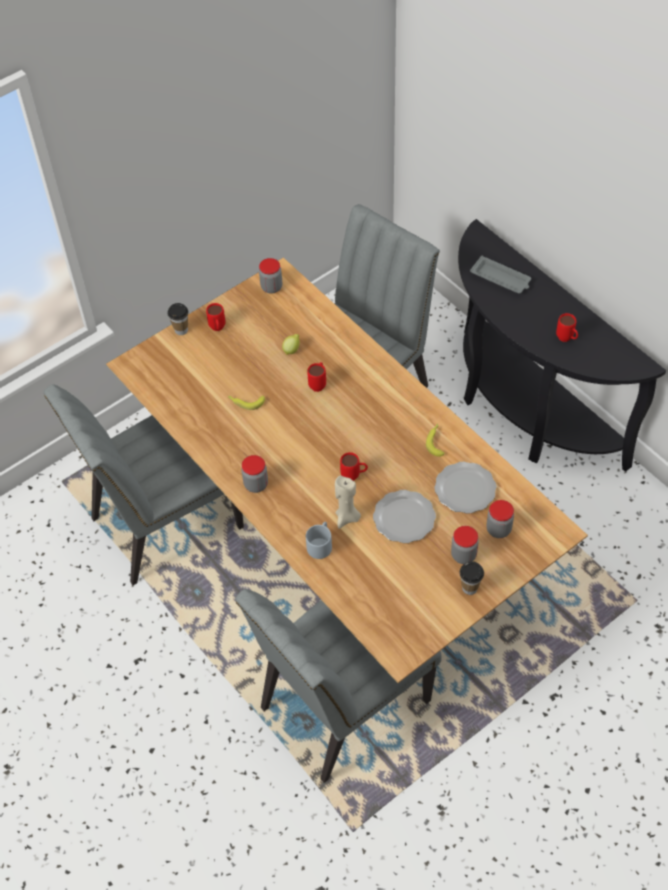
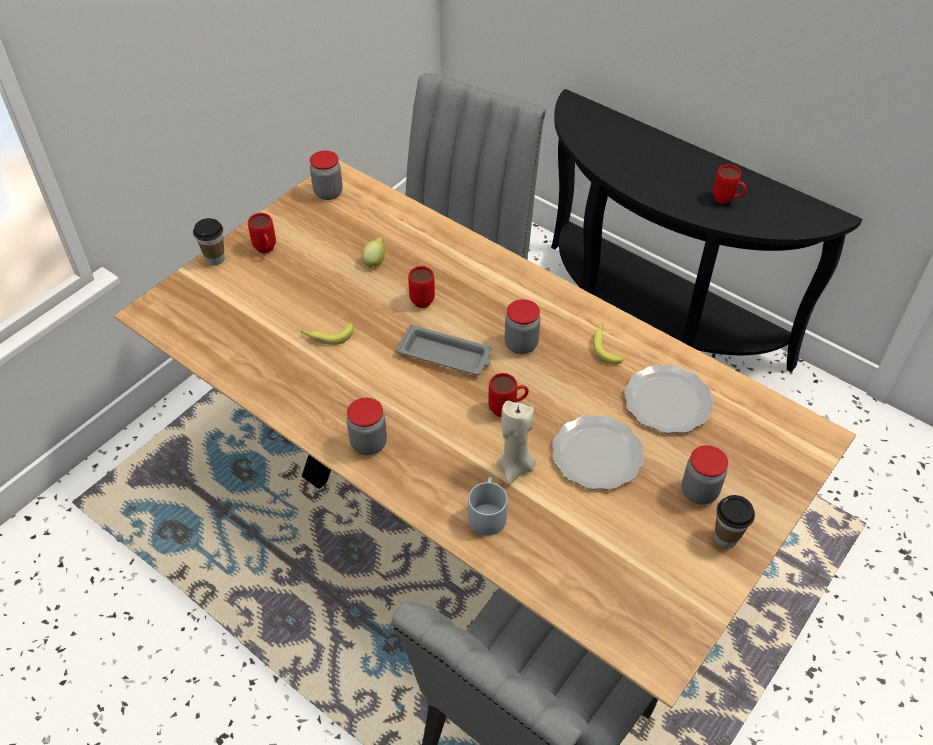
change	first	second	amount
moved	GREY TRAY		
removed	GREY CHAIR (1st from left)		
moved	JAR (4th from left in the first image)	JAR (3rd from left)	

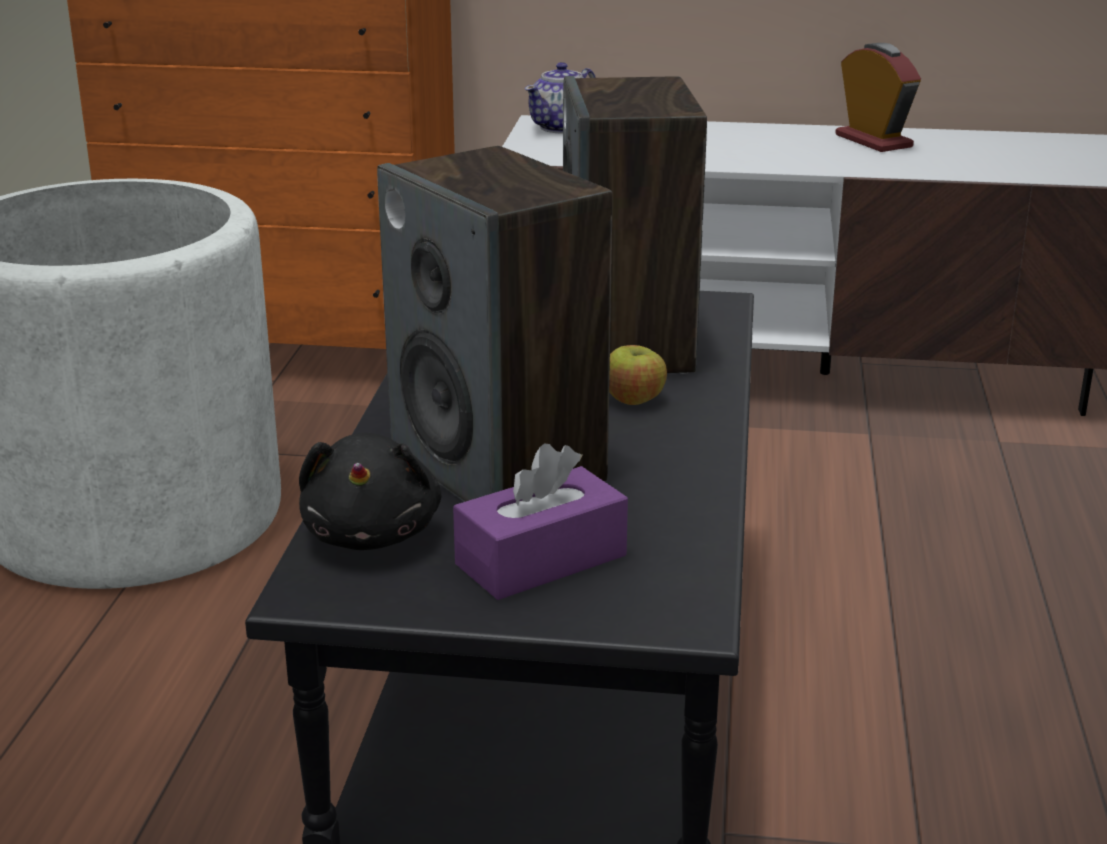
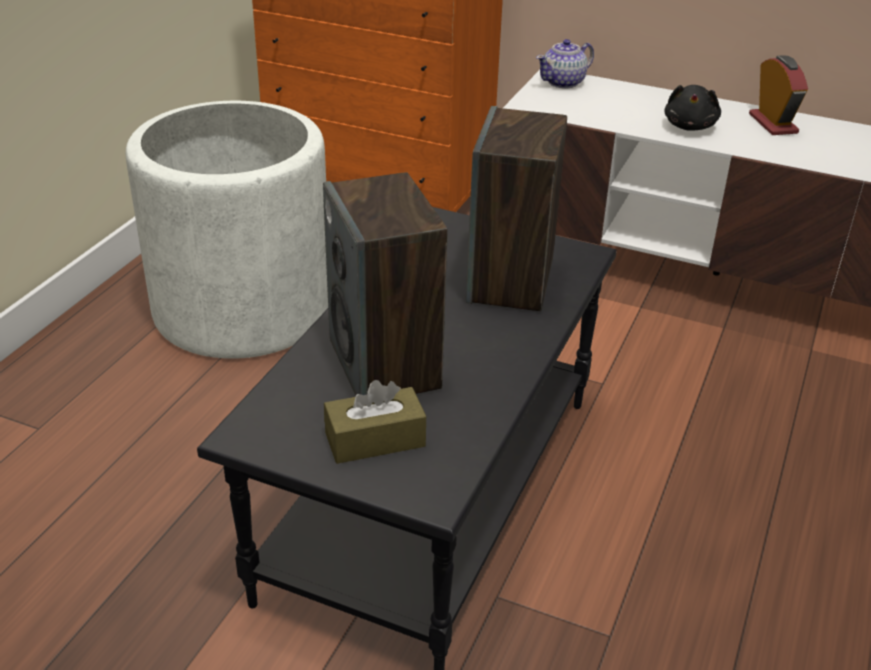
change	first	second	amount
removed	APPLE		
moved	BLACK PLUSH TOY		
recoloured	PURPLE TISSUE BOX	BROWN TISSUE BOX	

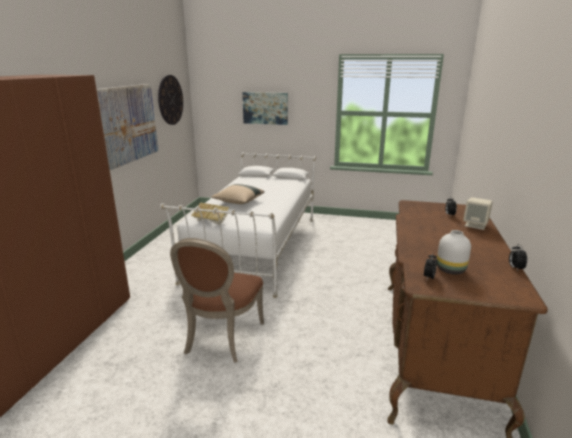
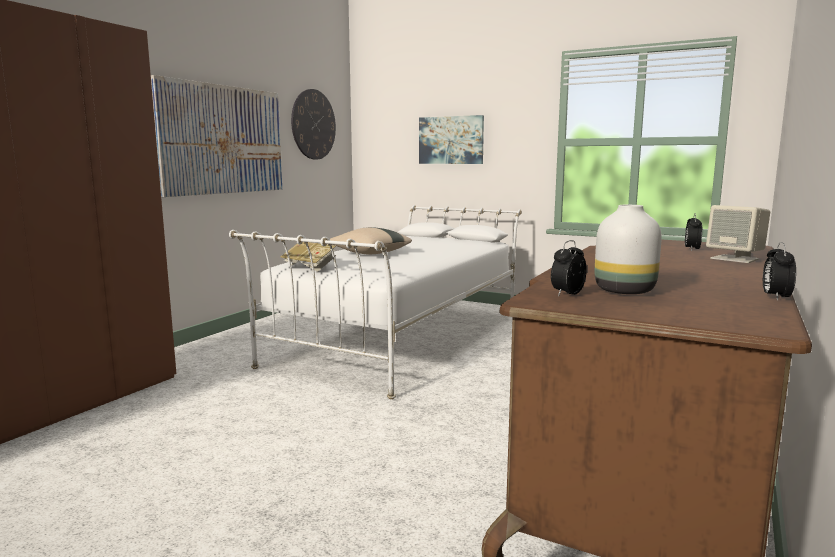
change	first	second	amount
removed	BROWN CHAIR		

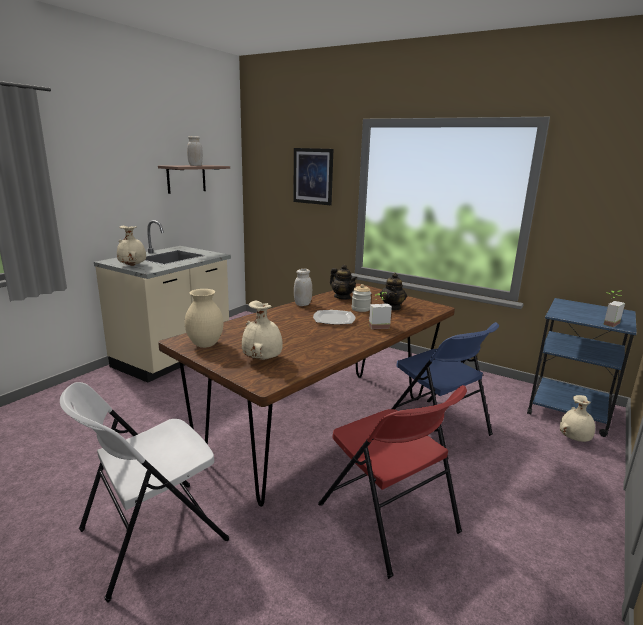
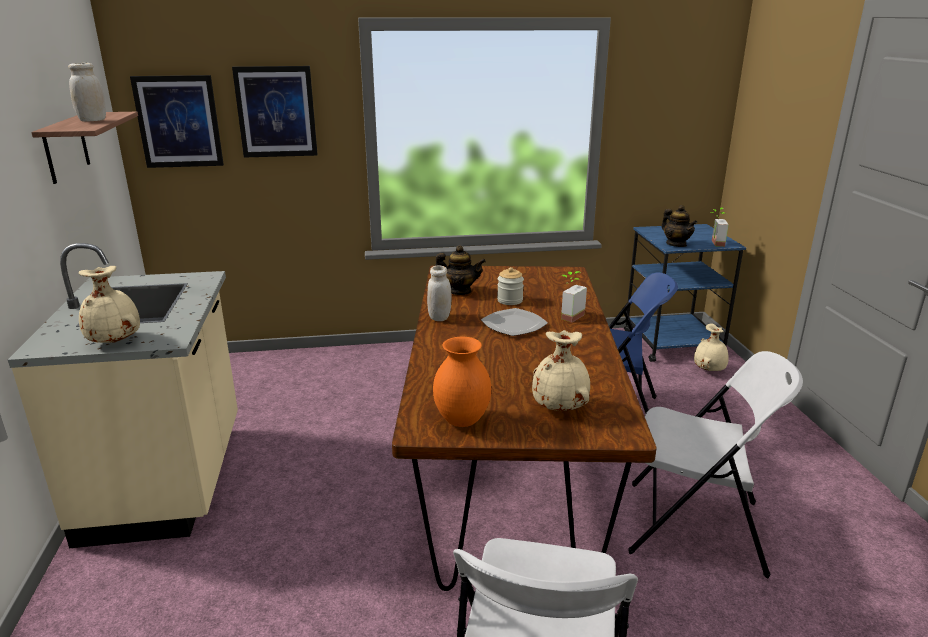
change	first	second	amount
moved	TEAPOT (2nd from left)		
recoloured	BEIGE VASE (2nd from left)	ORANGE VASE	
recoloured	RED CHAIR	WHITE CHAIR (2nd from left)	
added		PICTURE (1st from left)	

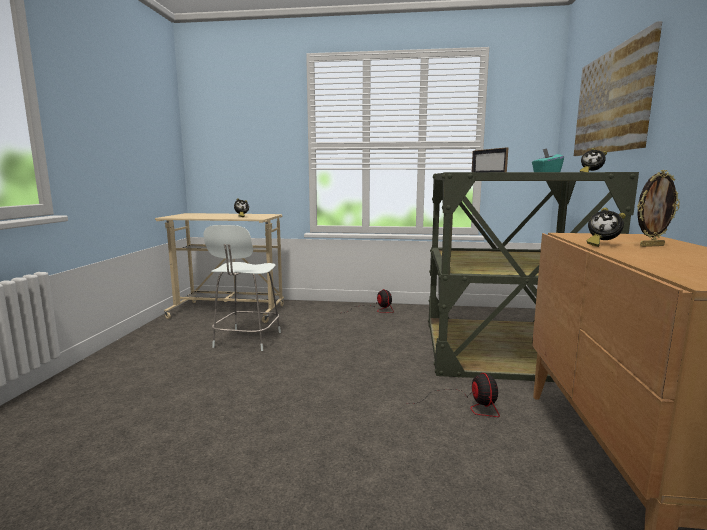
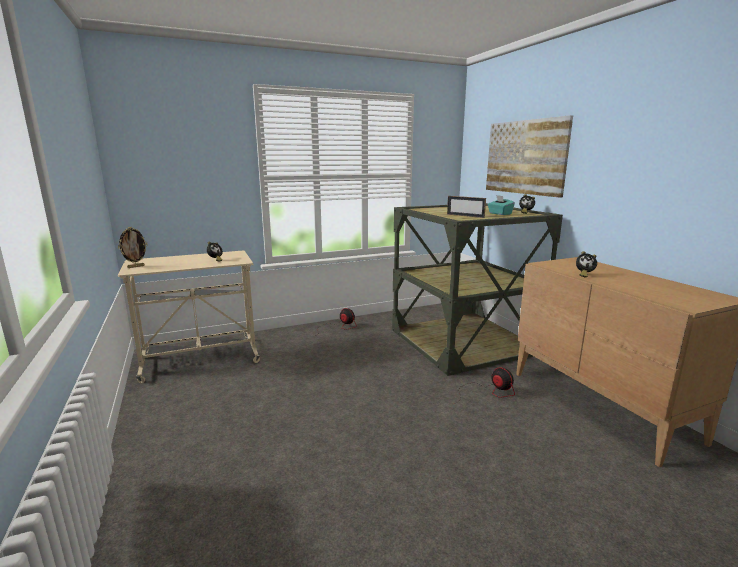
change	first	second	amount
moved	PICTURE FRAME (2nd from left in the first image)	PICTURE FRAME (1st from left)	
removed	WHITE CHAIR		

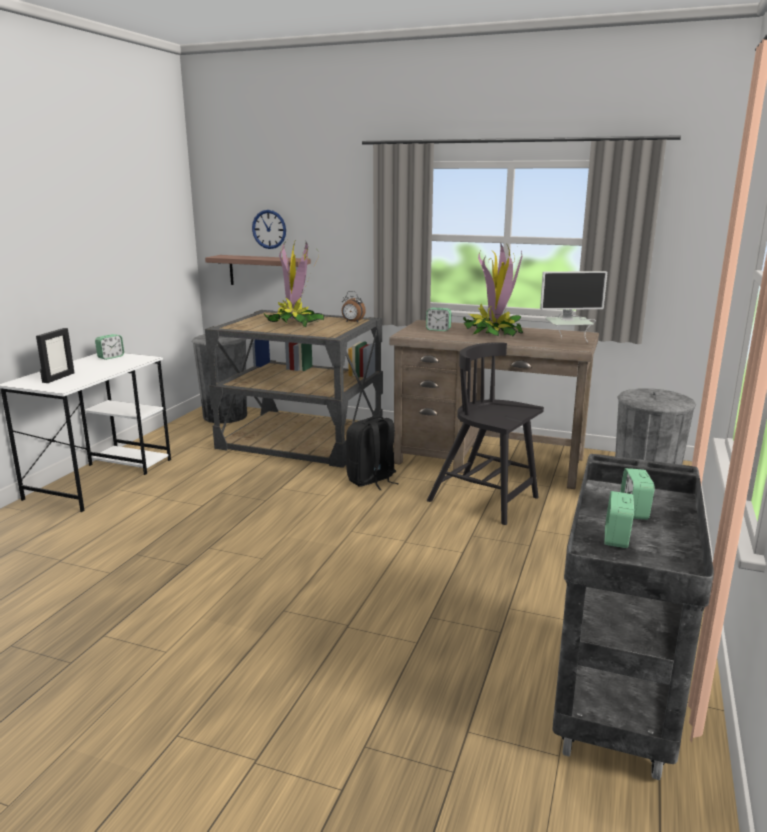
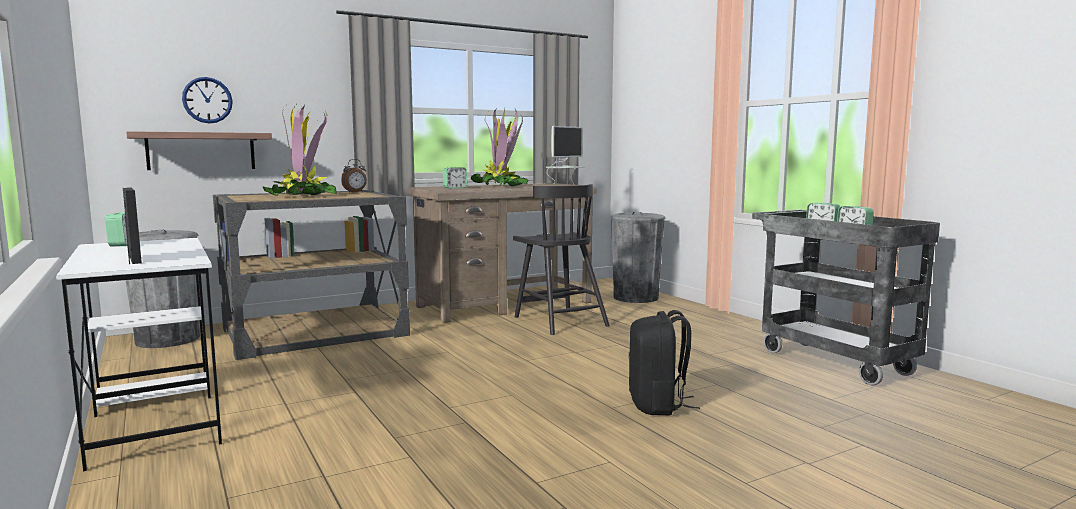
change	first	second	amount
turned	BLACK CHAIR		105 degrees counterclockwise
moved	BLACK BACKPACK		

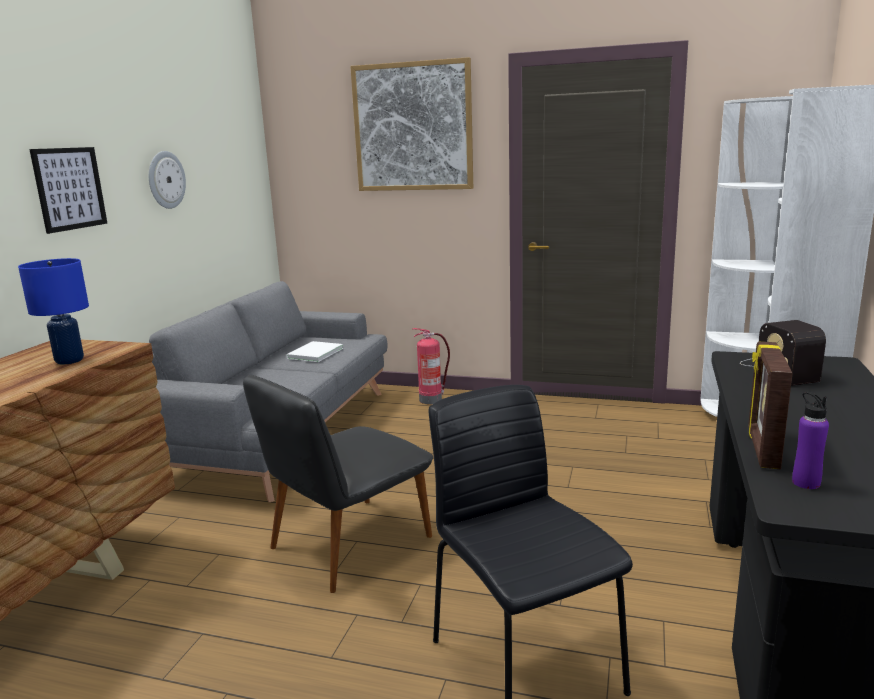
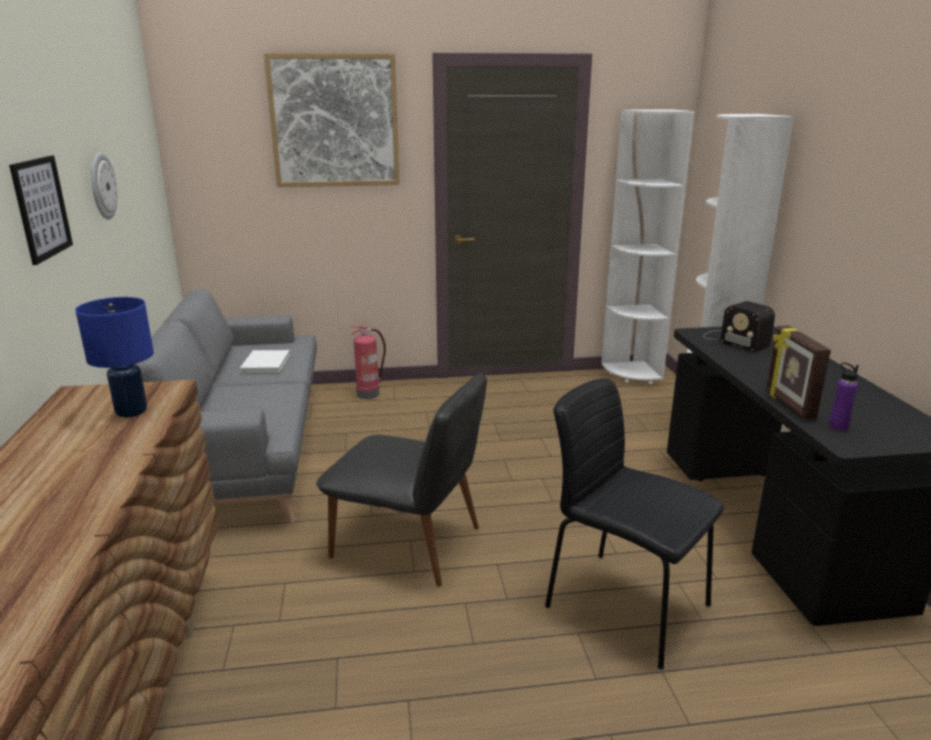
change	first	second	amount
turned	BLACK CHAIR (1st from left)		90 degrees counterclockwise

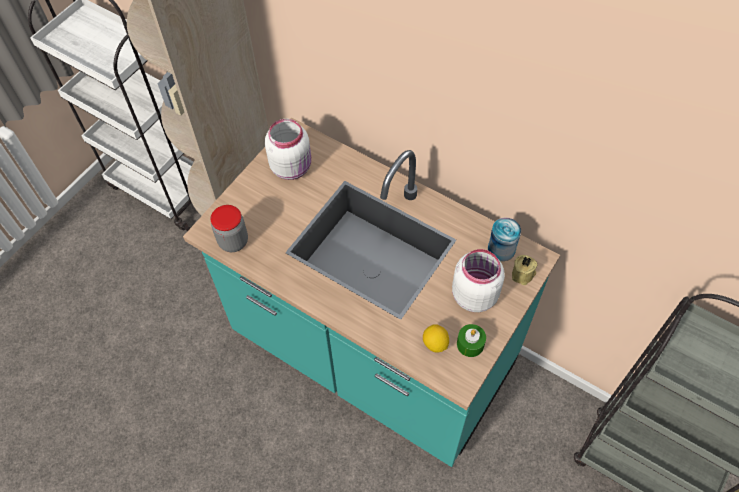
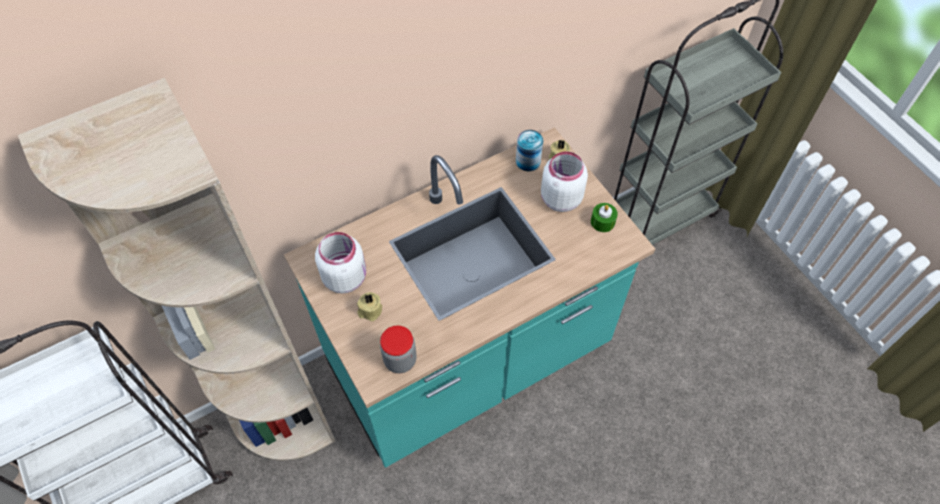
change	first	second	amount
removed	LEMON		
added		BEIGE CANDLE (1st from left)	

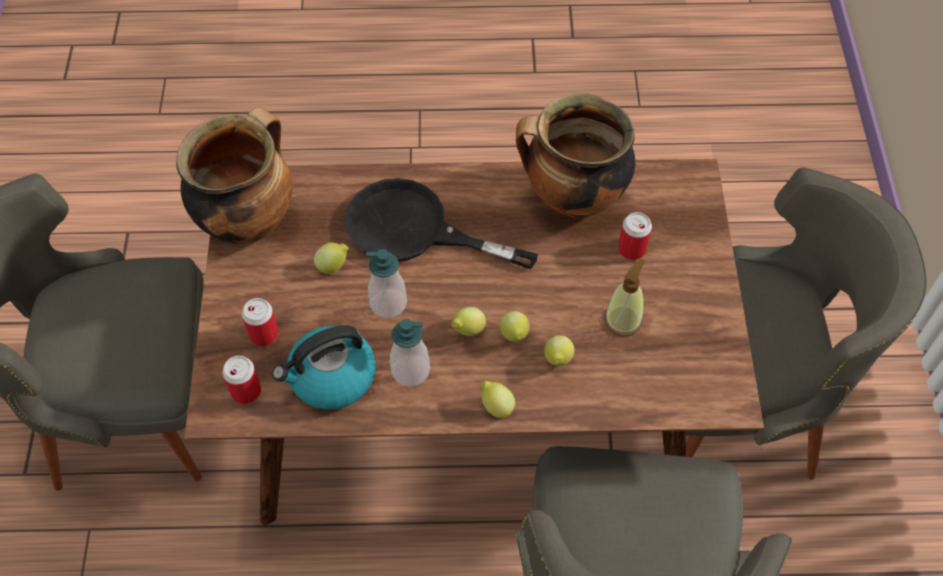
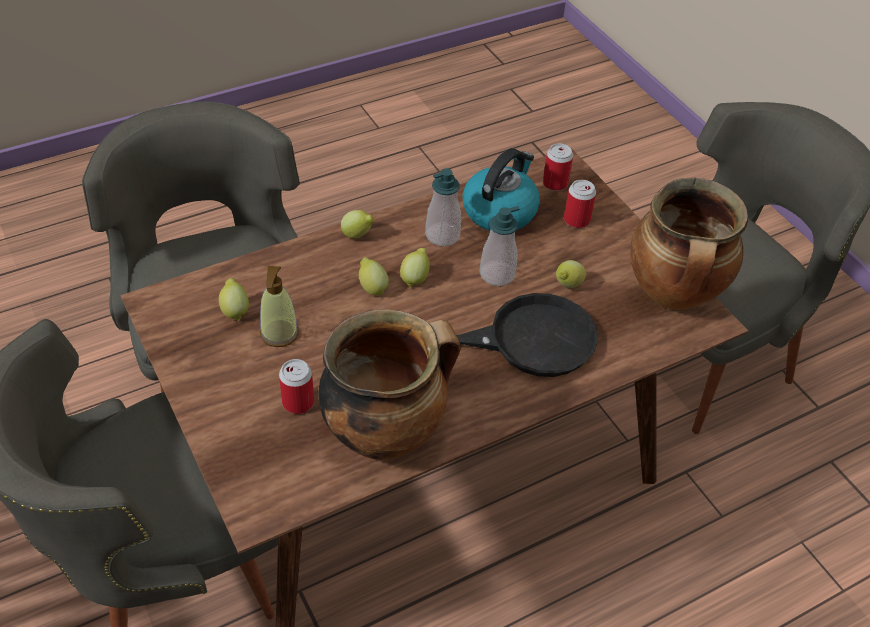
change	first	second	amount
moved	LEMON (5th from left in the first image)	LEMON (1st from left)	

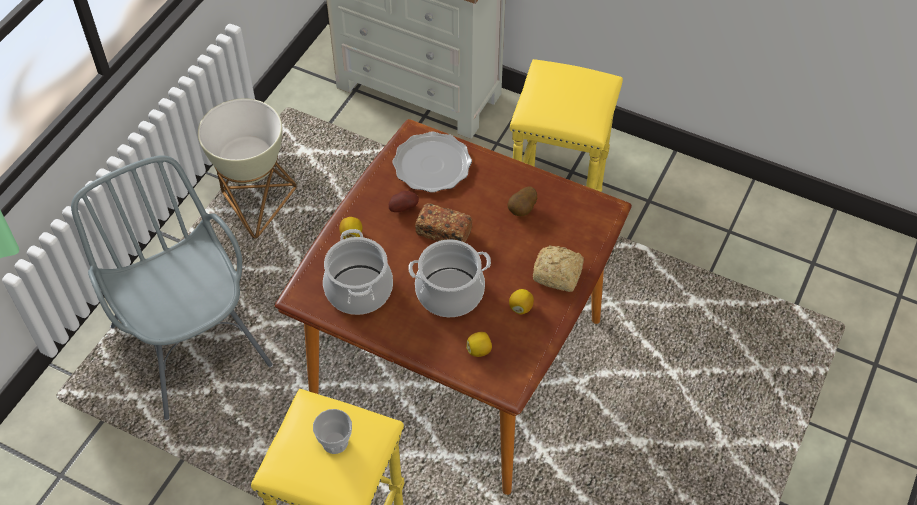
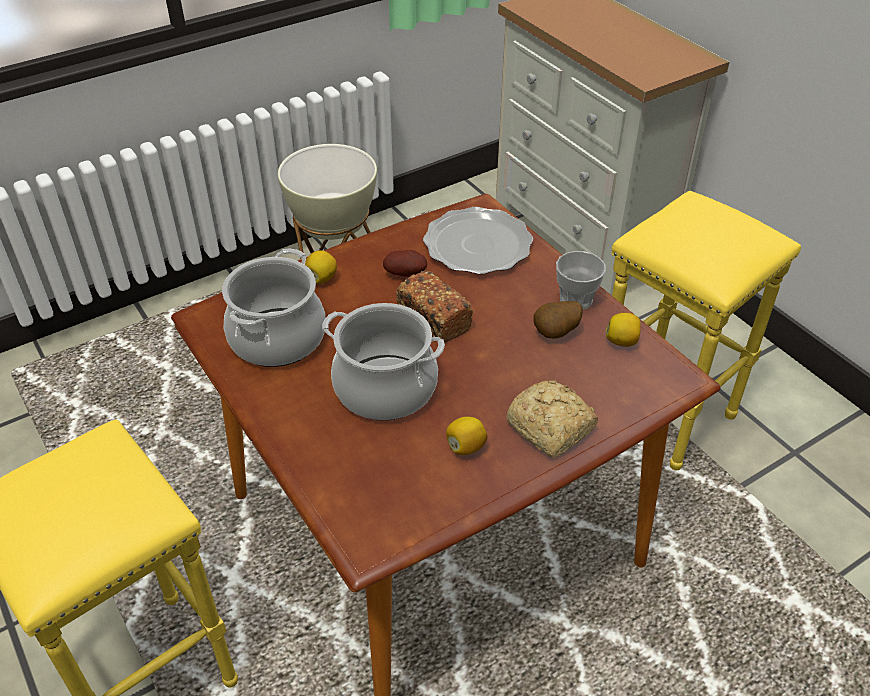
change	first	second	amount
removed	GREY CHAIR		
moved	LEMON (2nd from left in the first image)	LEMON (3rd from left)	
moved	CUP		

